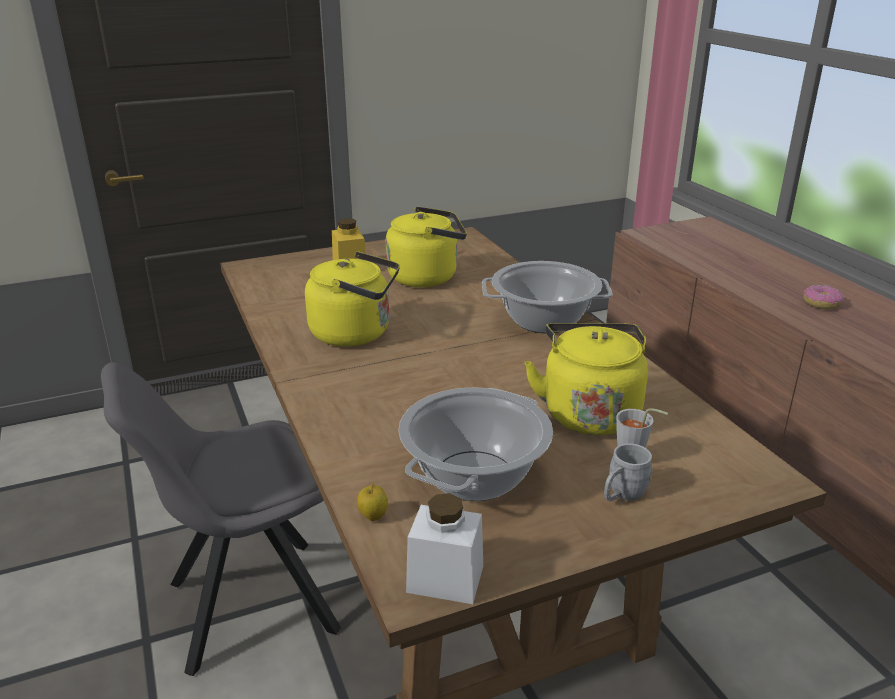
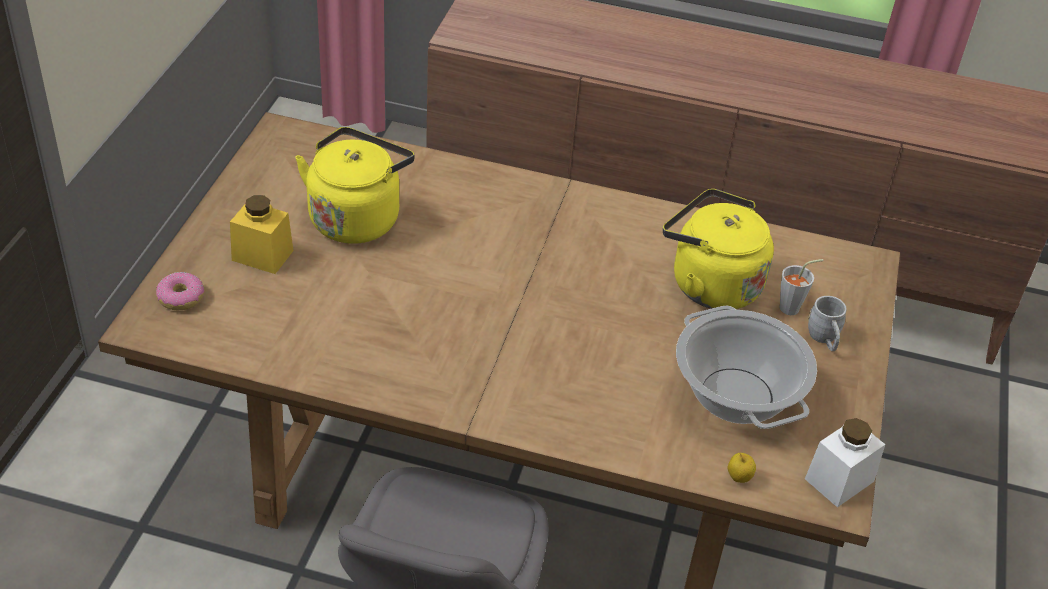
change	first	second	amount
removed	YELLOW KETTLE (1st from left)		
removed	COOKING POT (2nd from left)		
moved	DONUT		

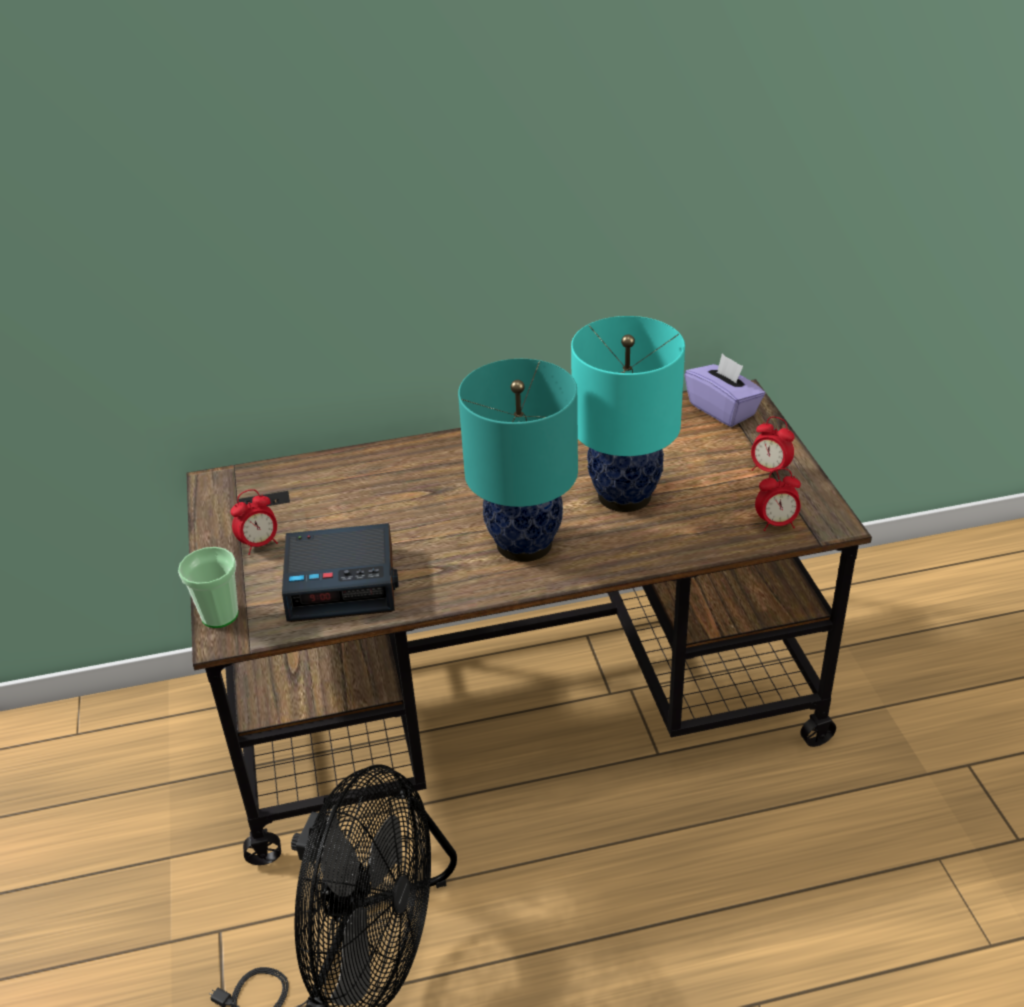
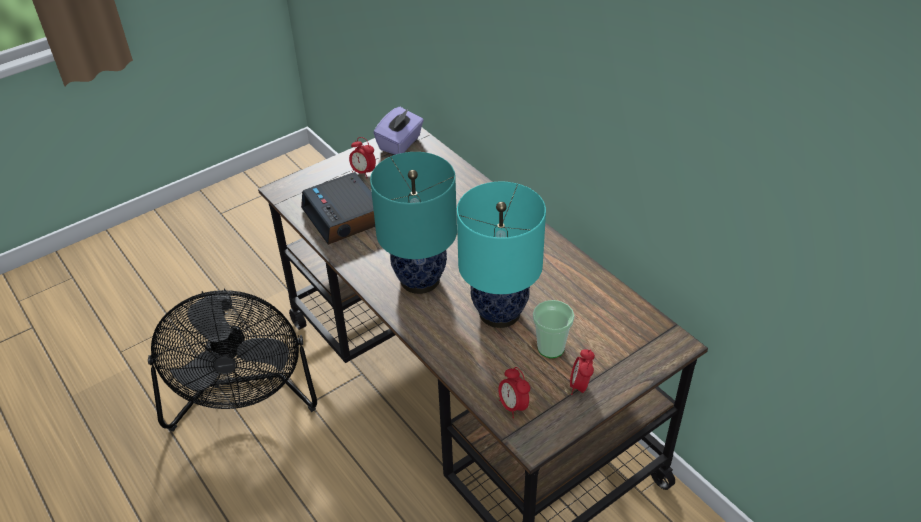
change	first	second	amount
moved	PURPLE TISSUE BOX		
moved	CUP		

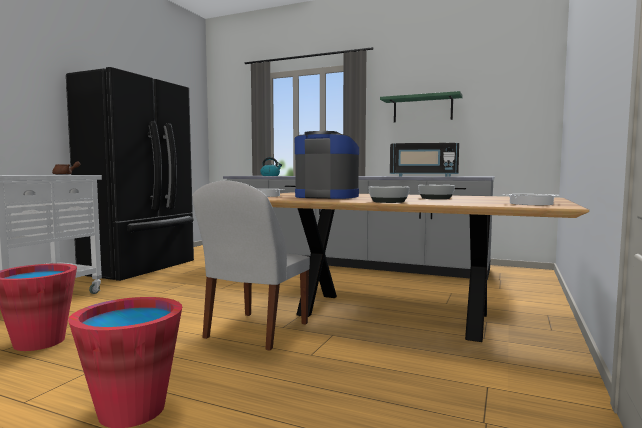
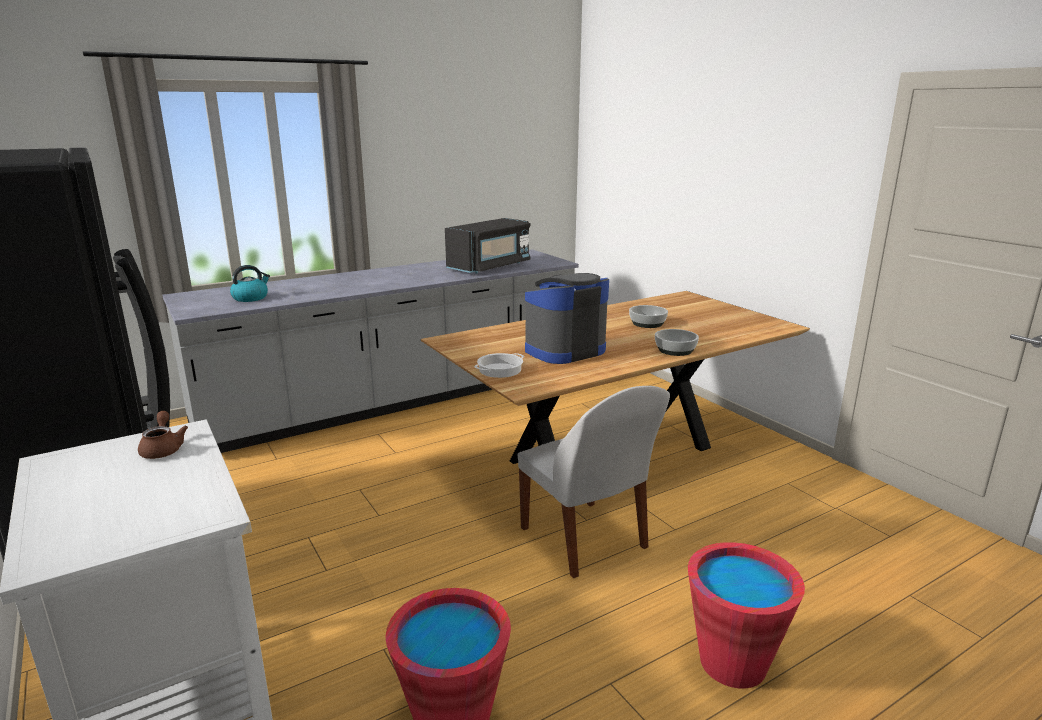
change	first	second	amount
removed	GREEN SHELF		
removed	COOKING POT (2nd from left)		

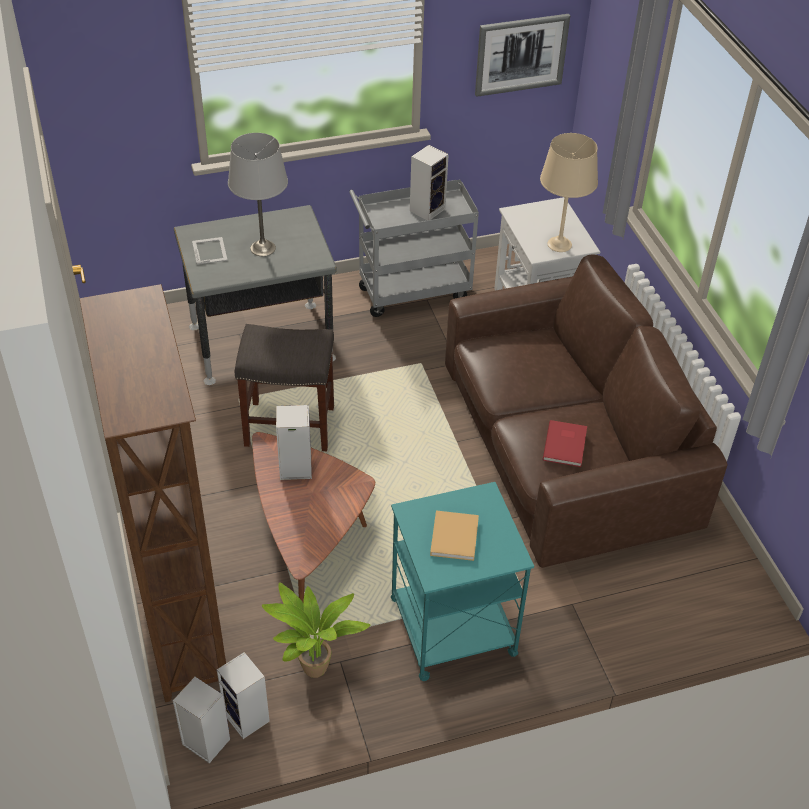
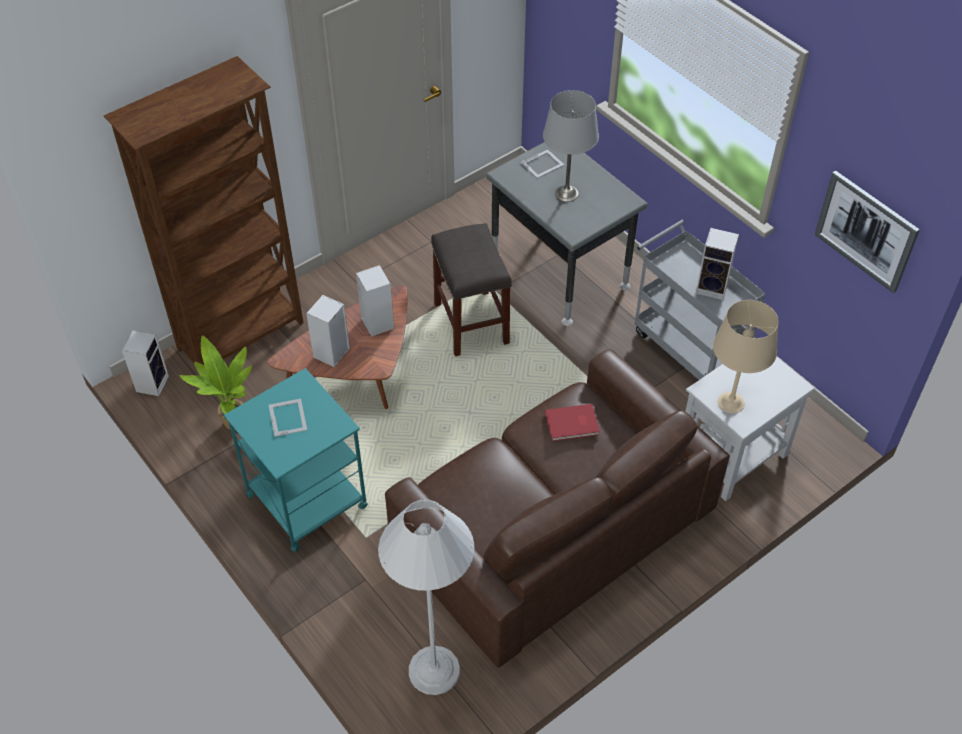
change	first	second	amount
moved	RED BOOK		
replaced	BEIGE BOOK	PICTURE FRAME (1st from left)	
moved	SPEAKER (2nd from left)		
added		WHITE FLOOR LAMP	

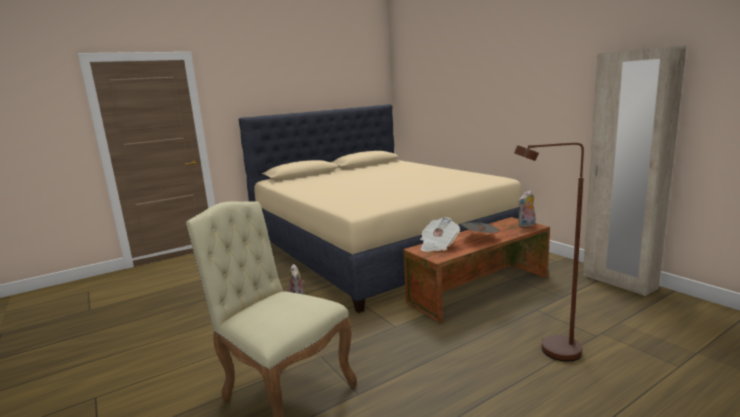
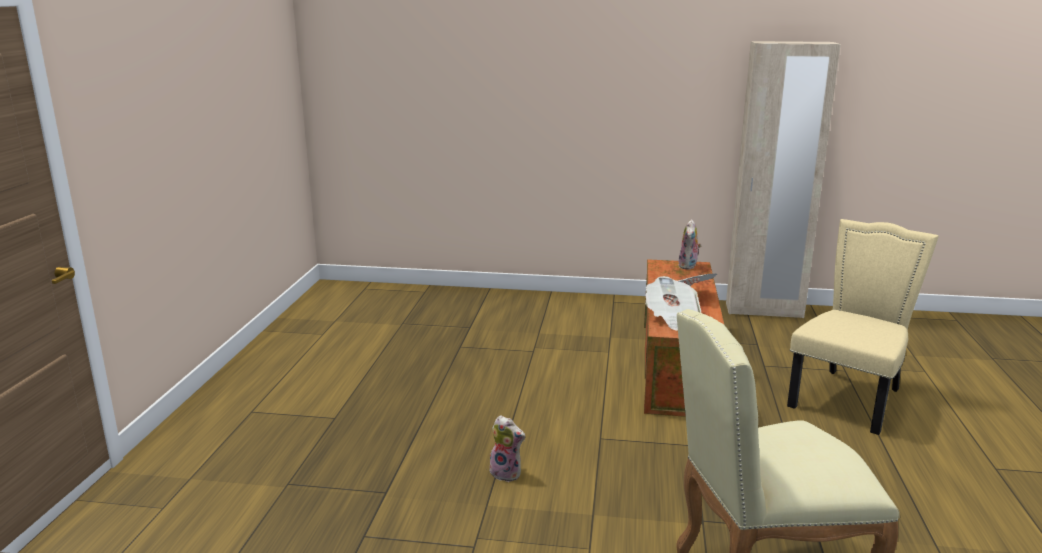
change	first	second	amount
removed	BEIGE BED		
replaced	BROWN FLOOR LAMP	BEIGE CHAIR (2nd from left)	

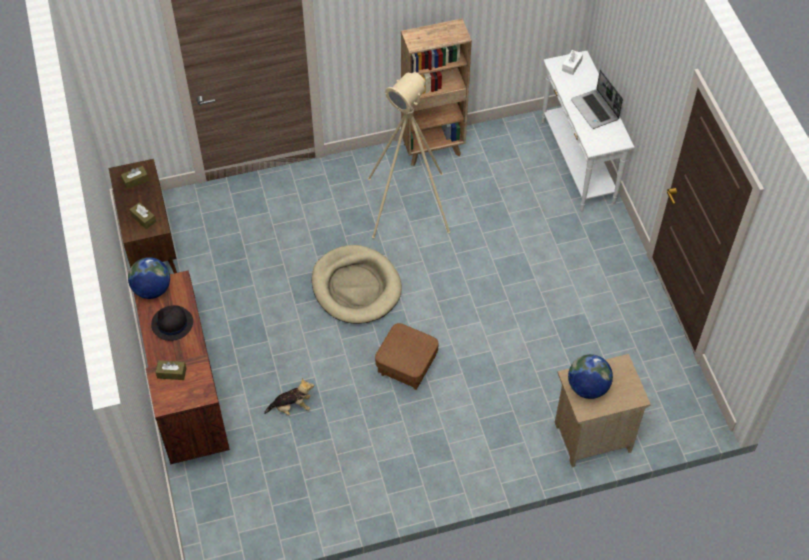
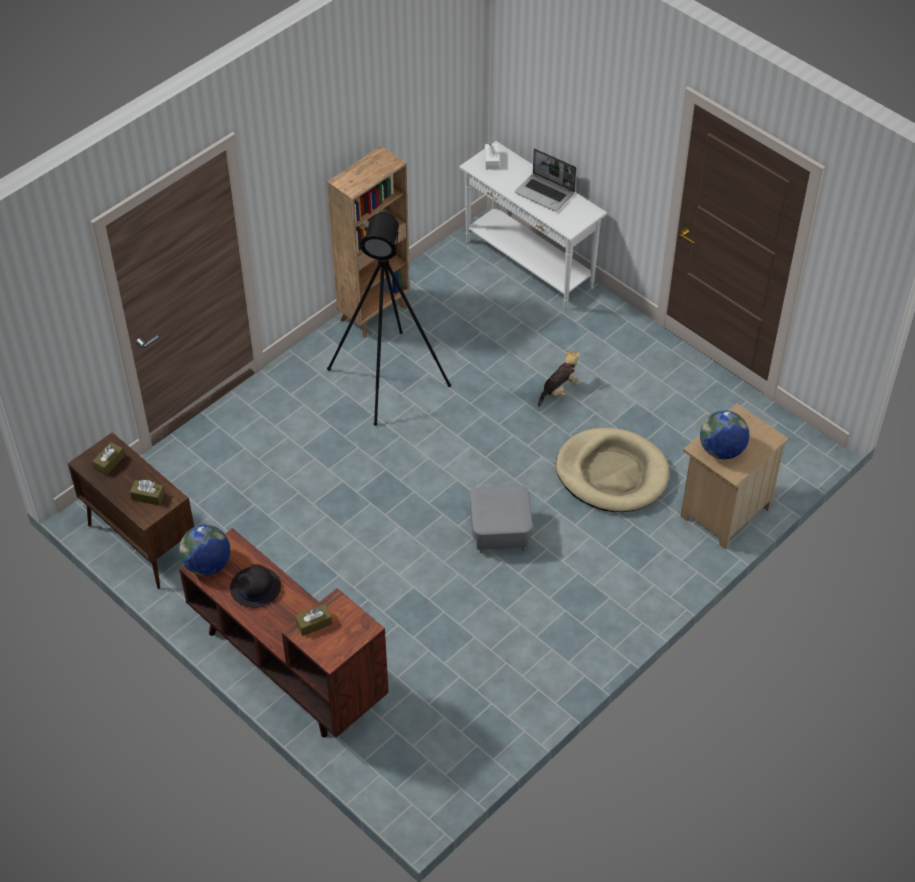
change	first	second	amount
recoloured	BEIGE FLOOR LAMP	BLACK FLOOR LAMP	
moved	BEIGE DOG BED		
recoloured	BROWN OTTOMAN	GREY OTTOMAN	
moved	PLUSH TOY		

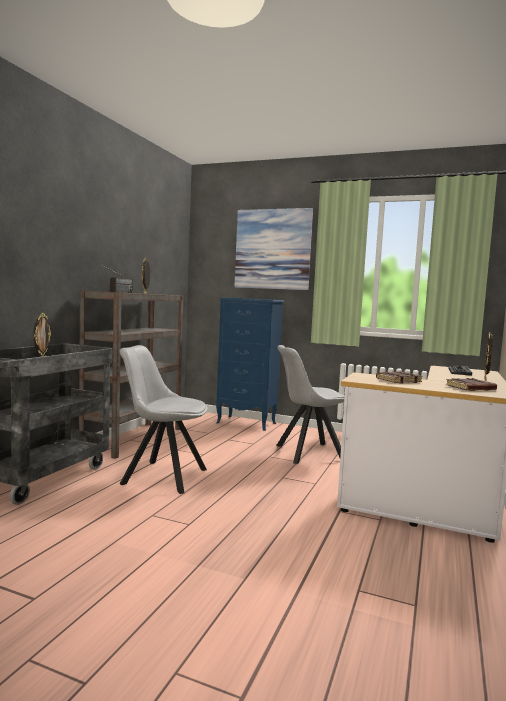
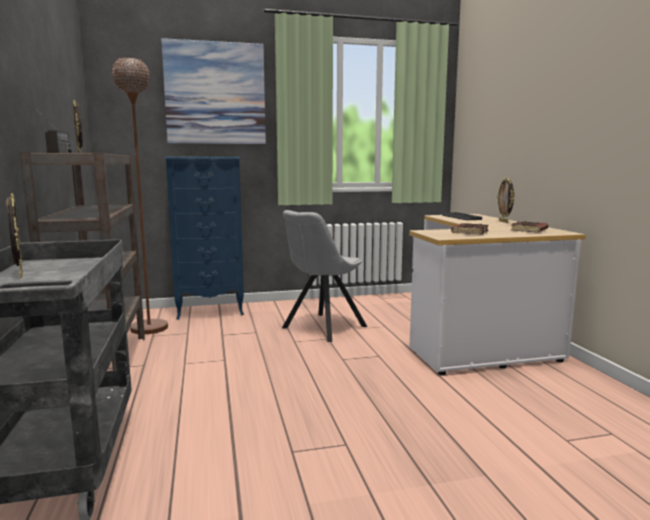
change	first	second	amount
removed	GREY CHAIR (1st from left)		
added		BROWN FLOOR LAMP	

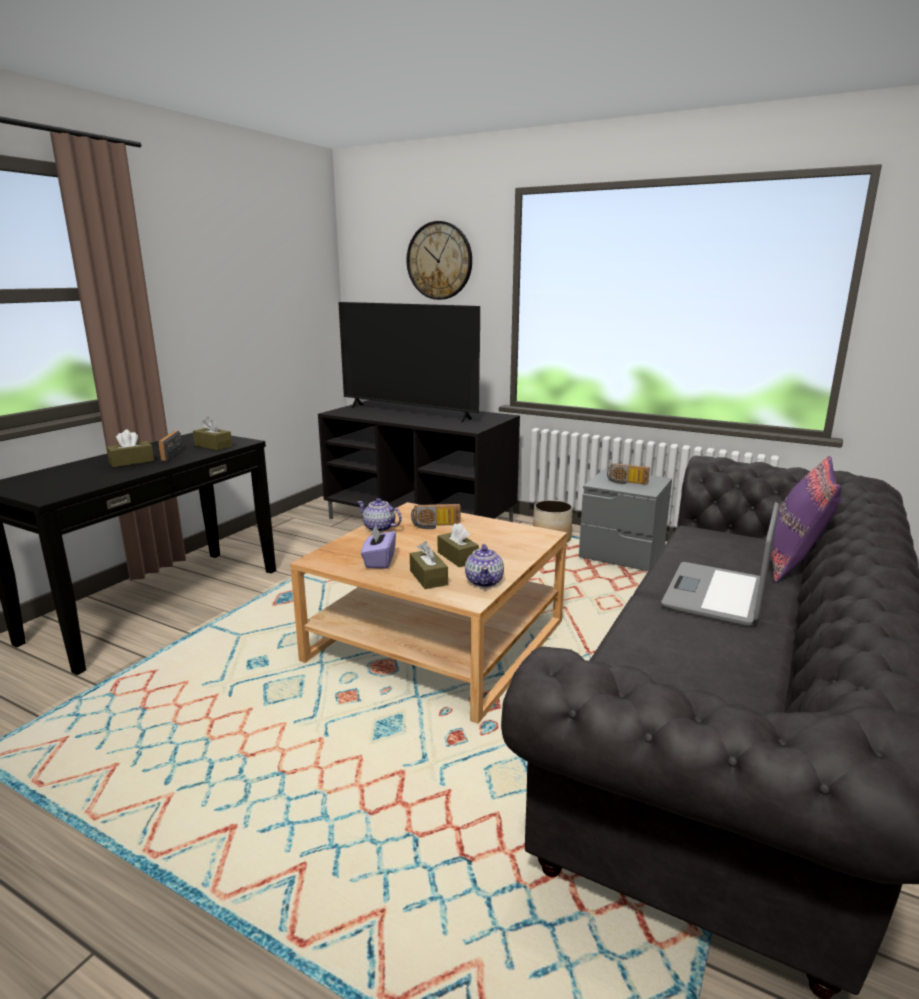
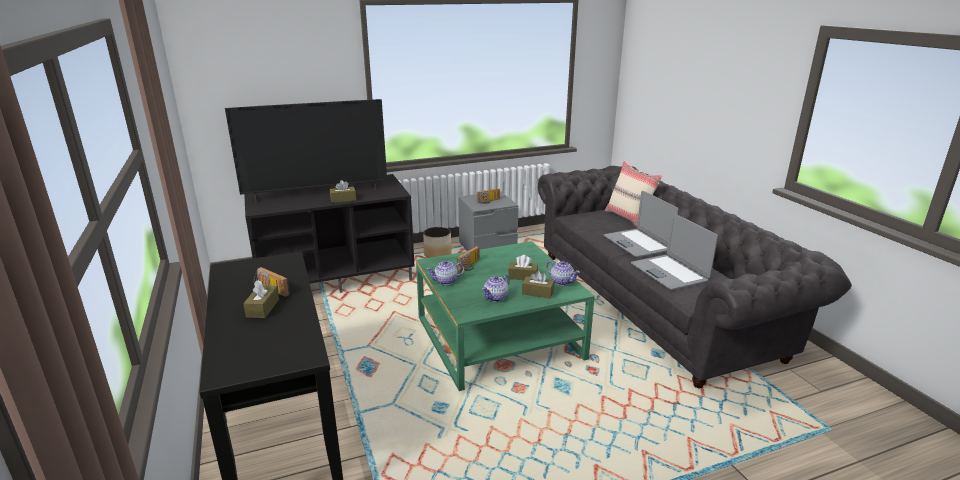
change	first	second	amount
removed	WALL CLOCK		
moved	BROWN TISSUE BOX (2nd from left)		
recoloured	PURPLE PILLOW	BEIGE PILLOW	
recoloured	BEIGE COFFEE TABLE	GREEN COFFEE TABLE	
replaced	PURPLE TISSUE BOX	TEAPOT (2nd from left)	
added		LAPTOP (2nd from left)	

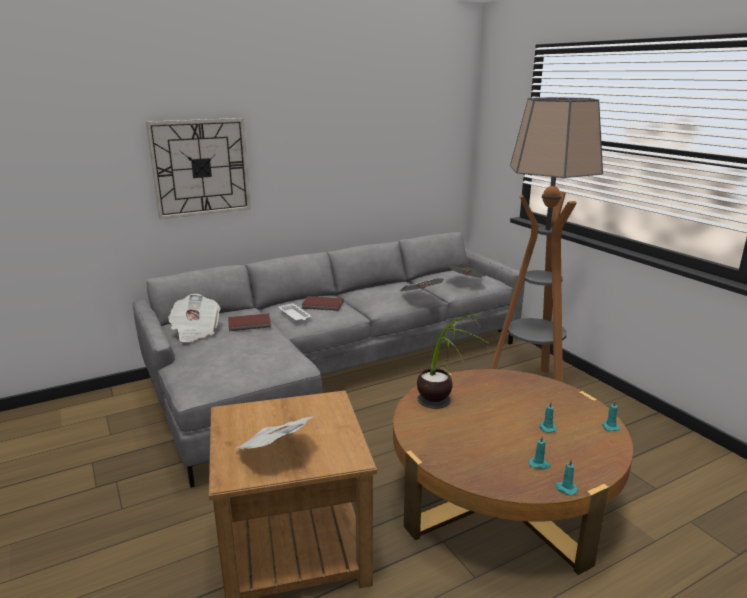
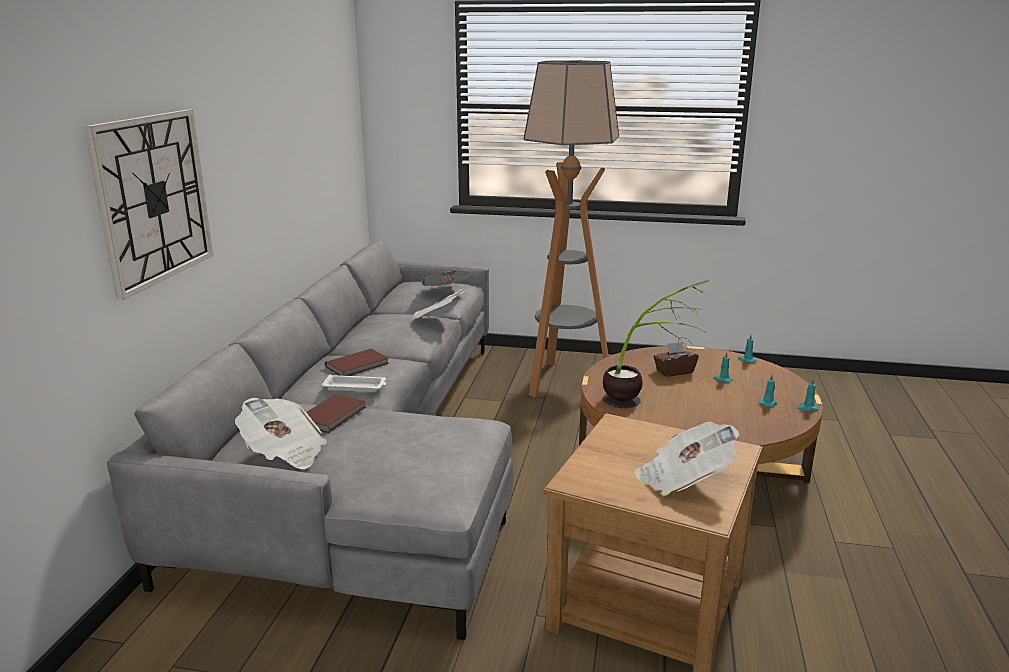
change	first	second	amount
added		BROWN TISSUE BOX	

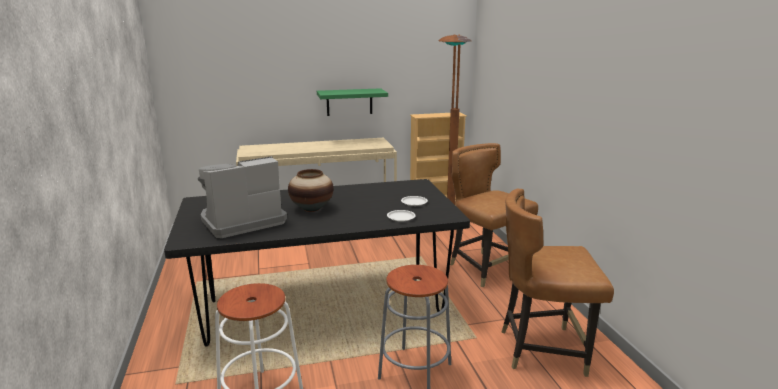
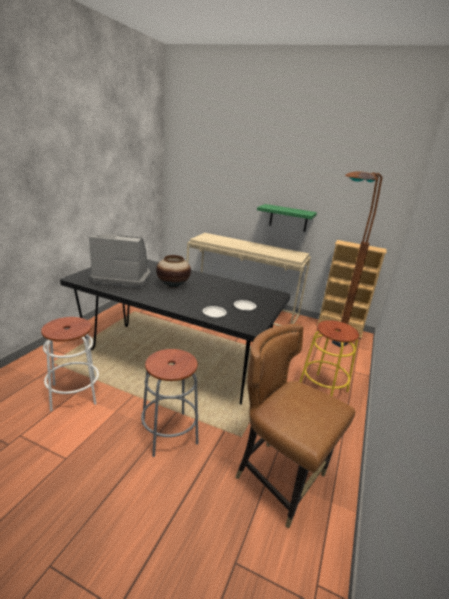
change	first	second	amount
replaced	BROWN CHAIR (1st from left)	YELLOW STOOL	

